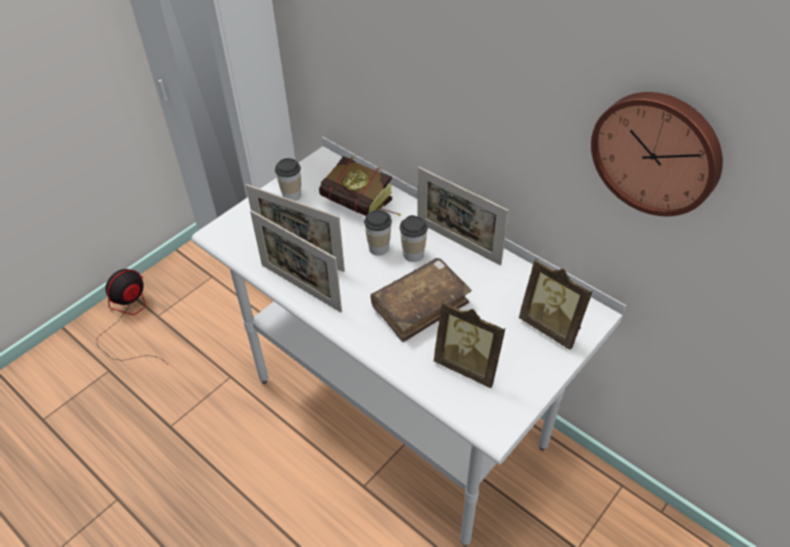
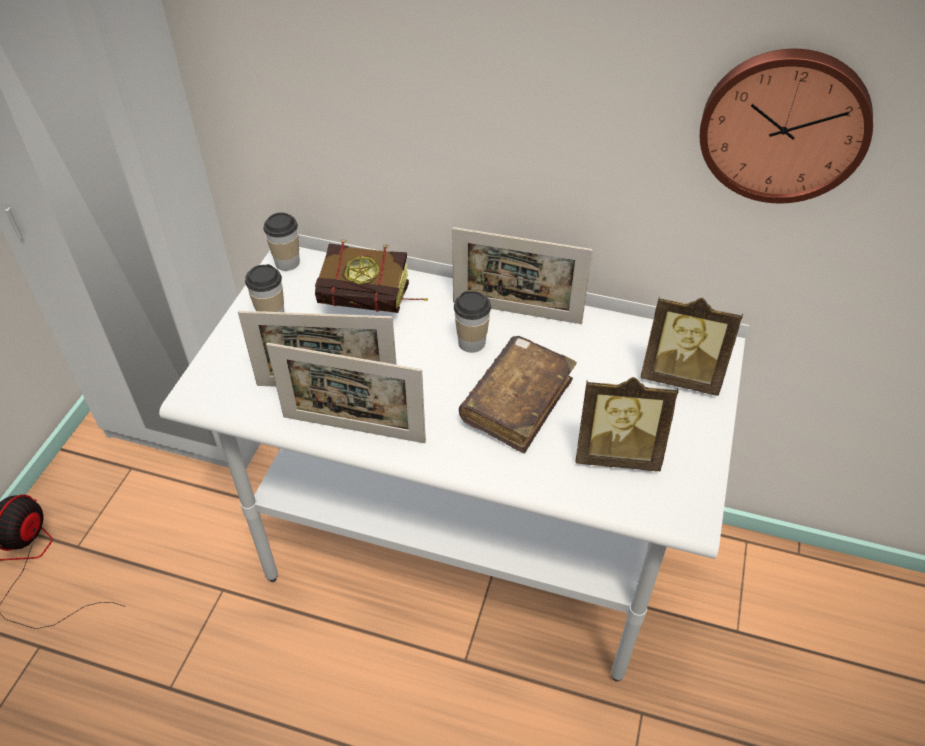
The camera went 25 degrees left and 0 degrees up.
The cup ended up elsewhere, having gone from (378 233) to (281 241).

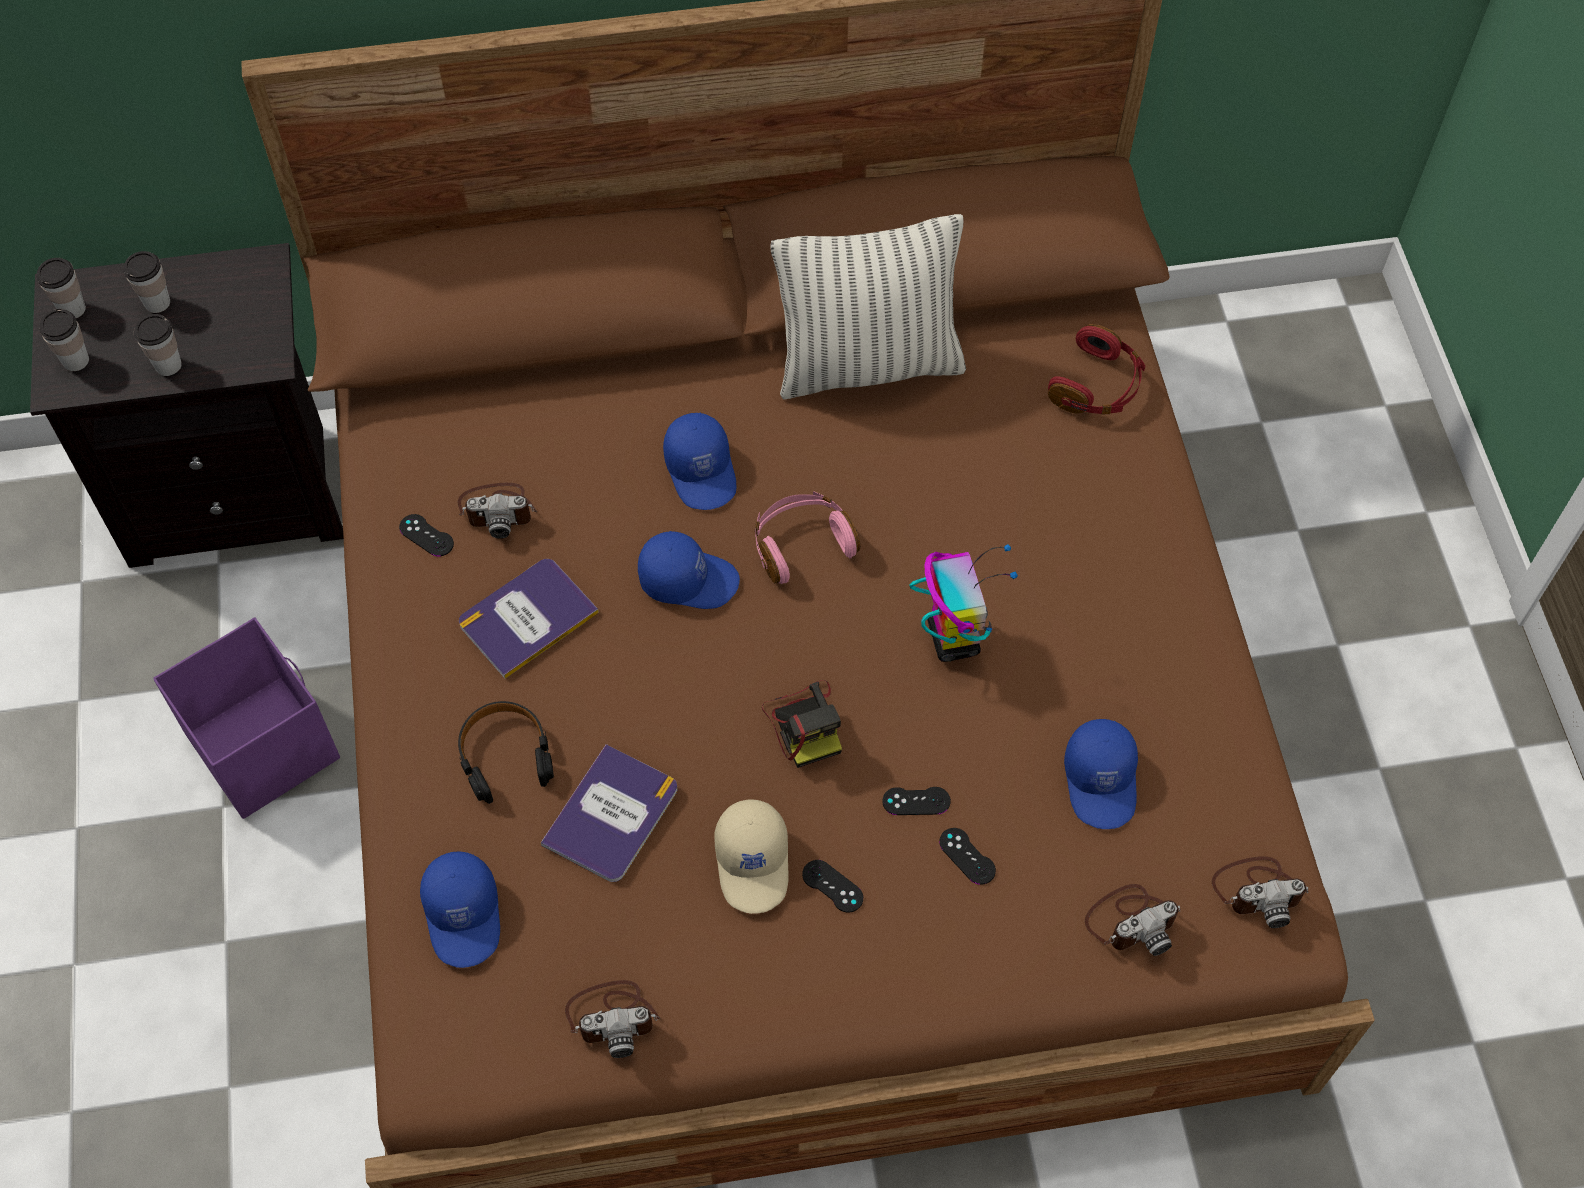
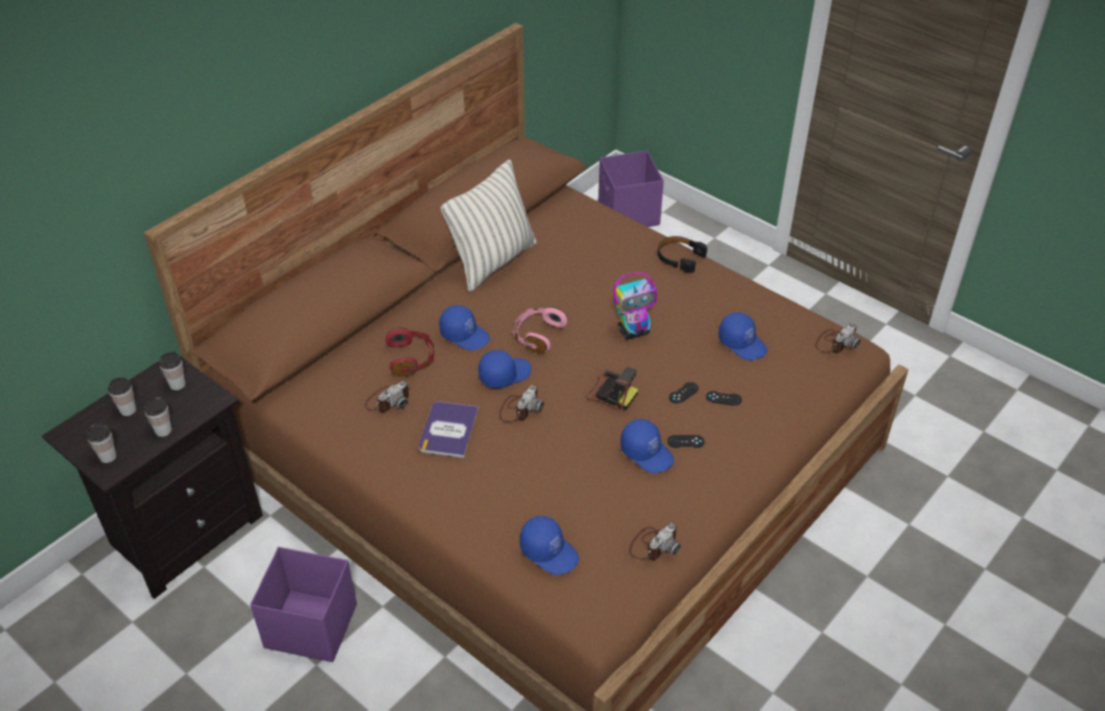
The camera went 40 degrees left and 15 degrees down.
The cup ended up elsewhere, having gone from (61 288) to (172 371).
The second view lost the game controller in black at (426 535).
The headphones in black ended up elsewhere, having gone from (506 752) to (682 254).
The second view lost the book at (609 813).
What was the cap in beige at (751 857) turned into the cap in blue at (647 446).
The toy robot at (963 603) ended up facing another way, 120 degrees clockwise from before.
The headphones in red ended up elsewhere, having gone from (1096 369) to (409 352).
The photo camera ended up elsewhere, having gone from (1133 920) to (521 403).
The second view gained the storage box in purple at (631 189).

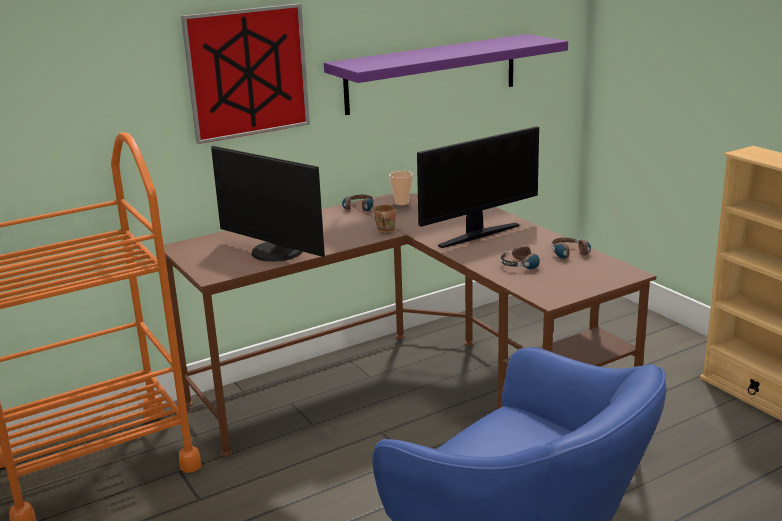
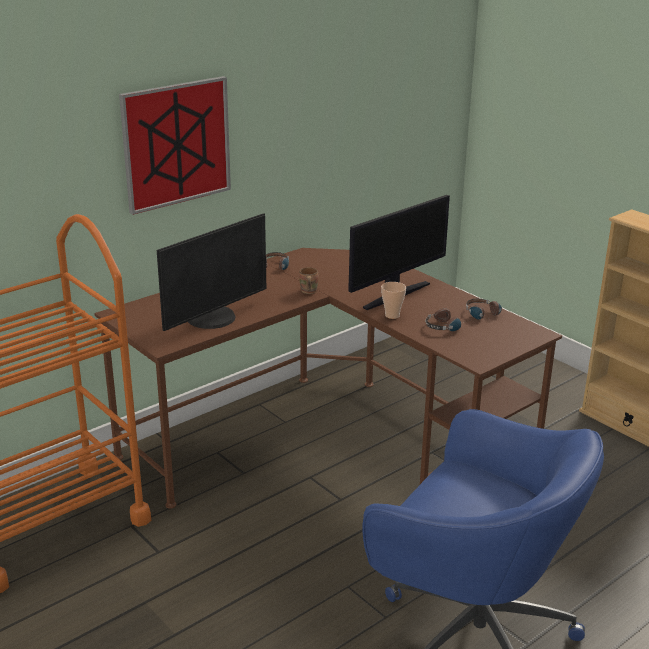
The camera went 10 degrees left and 5 degrees up.
The monitor at (268 204) ended up facing another way, 75 degrees counterclockwise from before.
The second view lost the shelf in purple at (446 74).
The cup ended up elsewhere, having gone from (401 188) to (393 300).

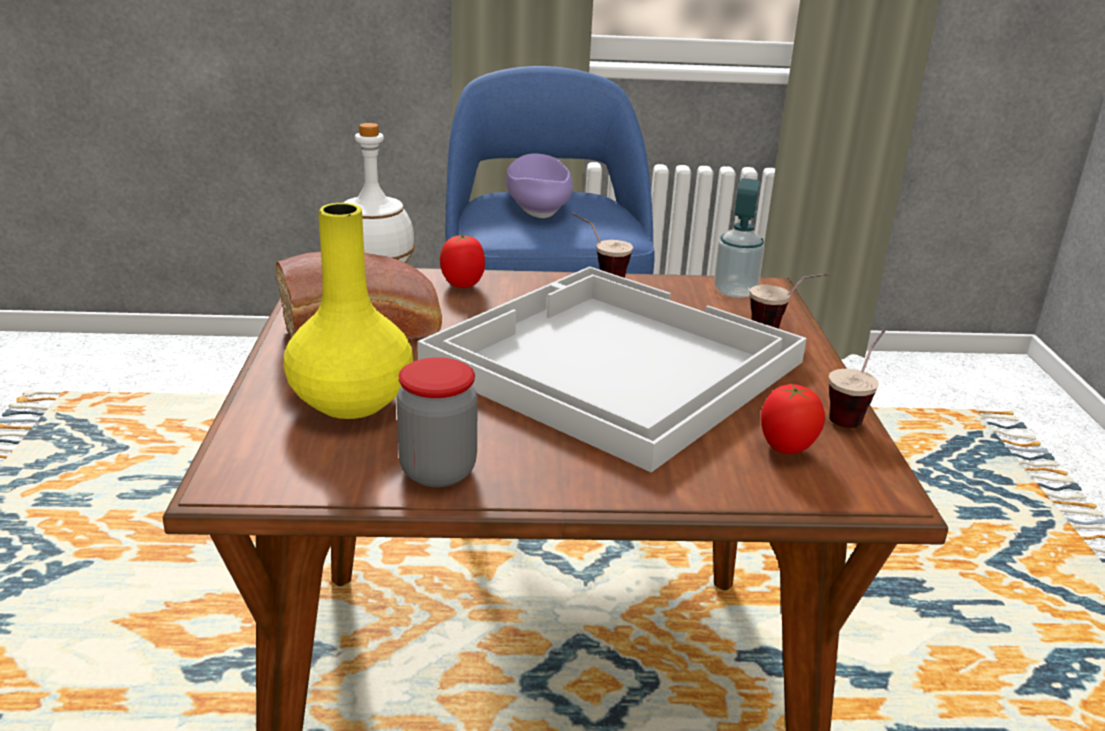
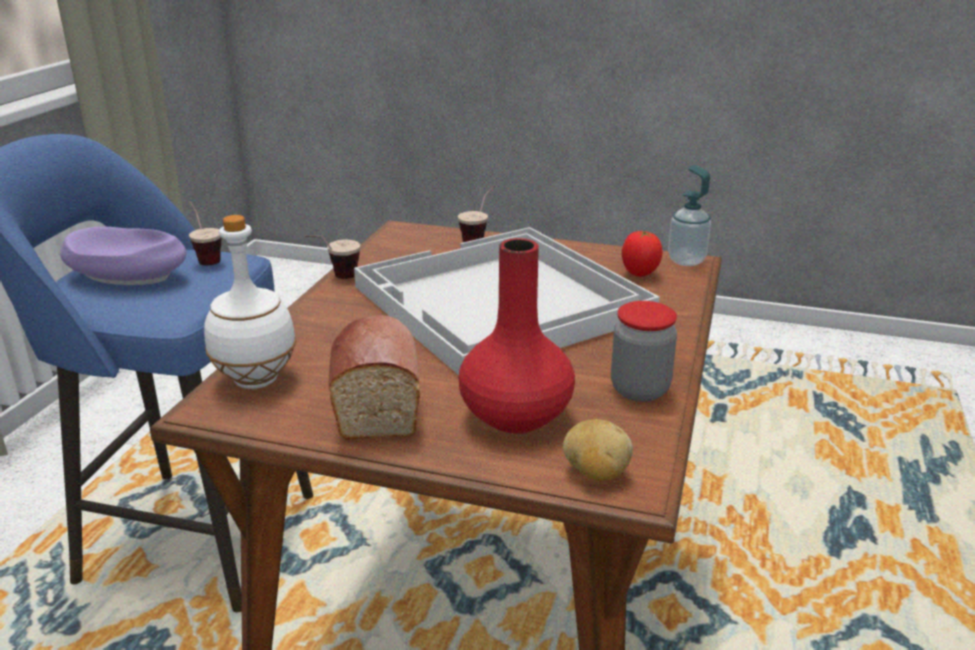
The camera went 70 degrees left and 0 degrees up.
What was the vase in yellow at (348 311) turned into the vase in red at (517 335).
The second view lost the tomato at (462 261).
The soap dispenser ended up elsewhere, having gone from (739 238) to (689 215).
The cup ended up elsewhere, having gone from (857 378) to (205 233).
The second view gained the potato at (598 450).

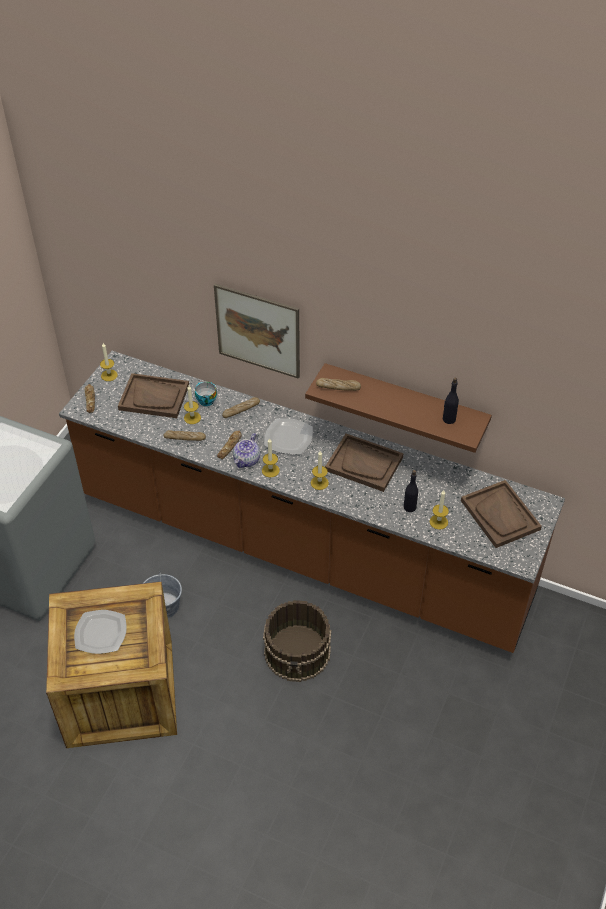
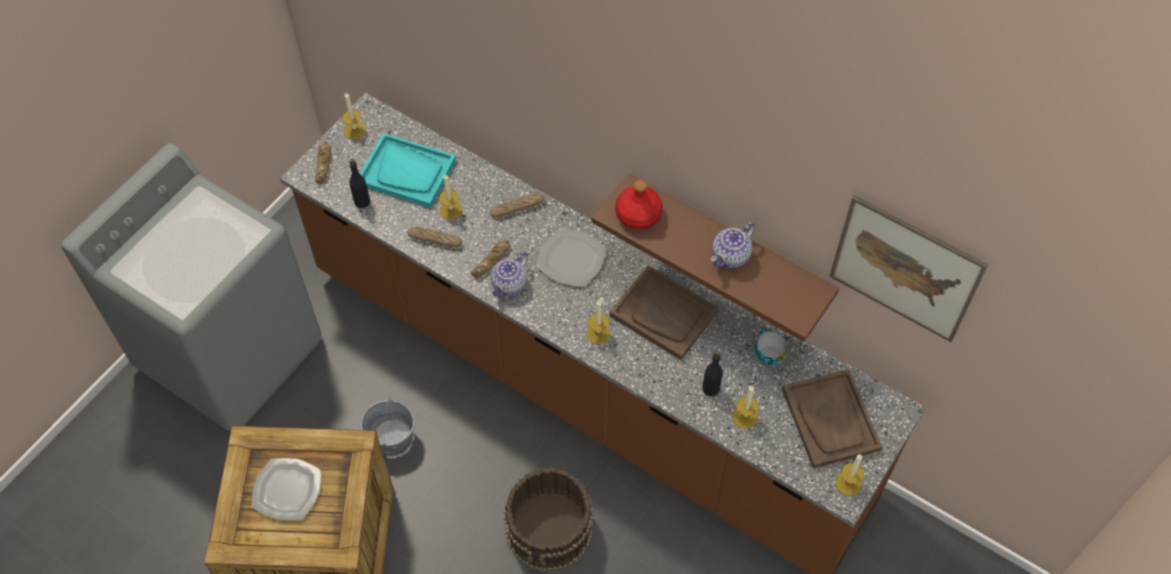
The camera went 10 degrees right and 10 degrees up.
What was the tray in brown at (153 395) turned into the tray in turquoise at (408 170).
The cup ended up elsewhere, having gone from (206 394) to (771 348).
The picture ended up elsewhere, having gone from (257 331) to (908 268).
The candle ended up elsewhere, having gone from (271 457) to (849 475).
Where the bread stood at (338 384), the bottle in red came to stand at (639 205).
The bottle in black ended up elsewhere, having gone from (451 401) to (360 183).
The second view gained the teapot at (733 245).

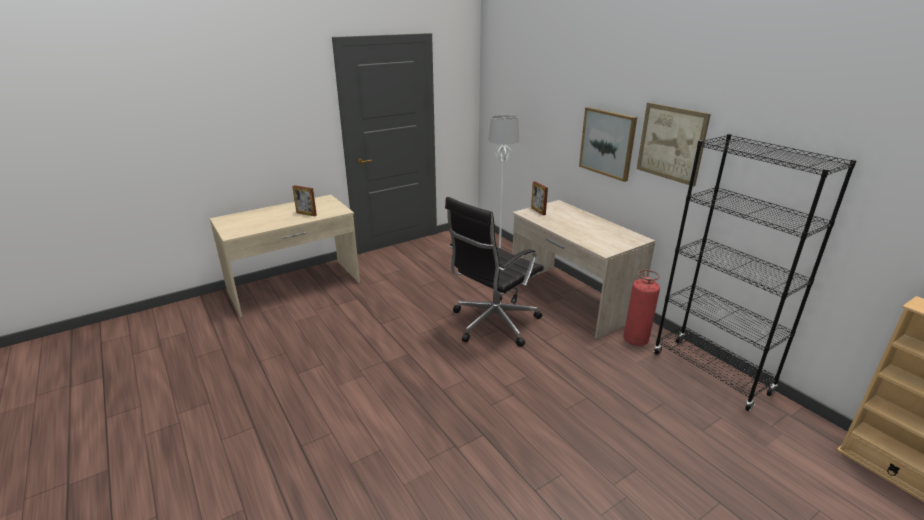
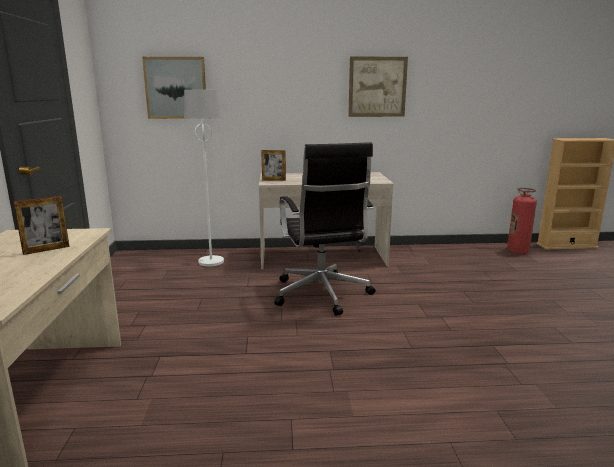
The camera went 60 degrees left and 10 degrees down.
The picture ended up elsewhere, having gone from (608 144) to (174 88).
The fire extinguisher ended up elsewhere, having gone from (642 308) to (522 221).
The second view lost the bookcase in black at (755 272).

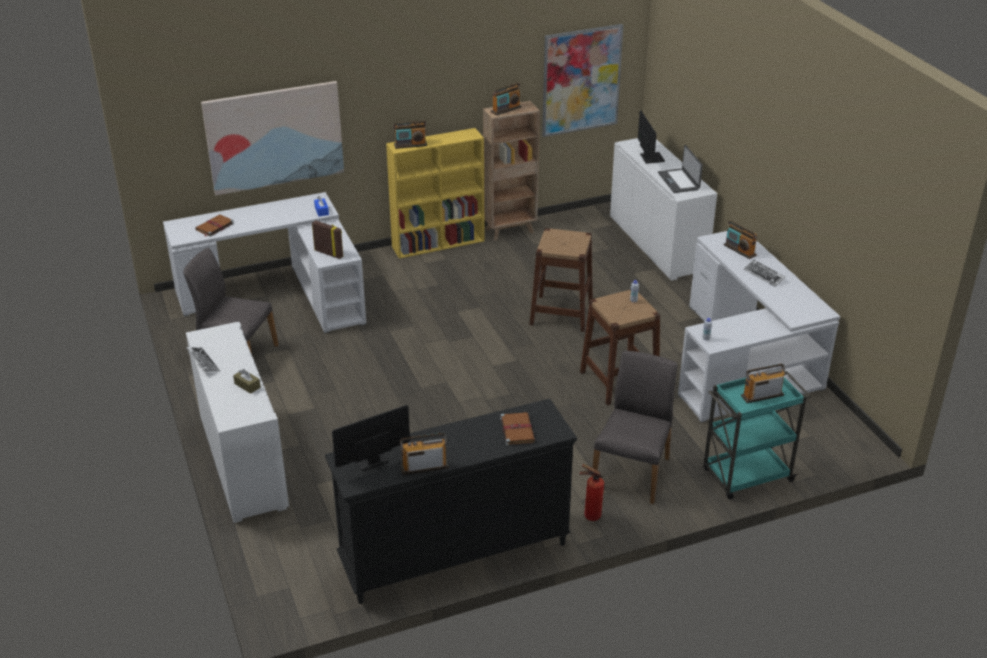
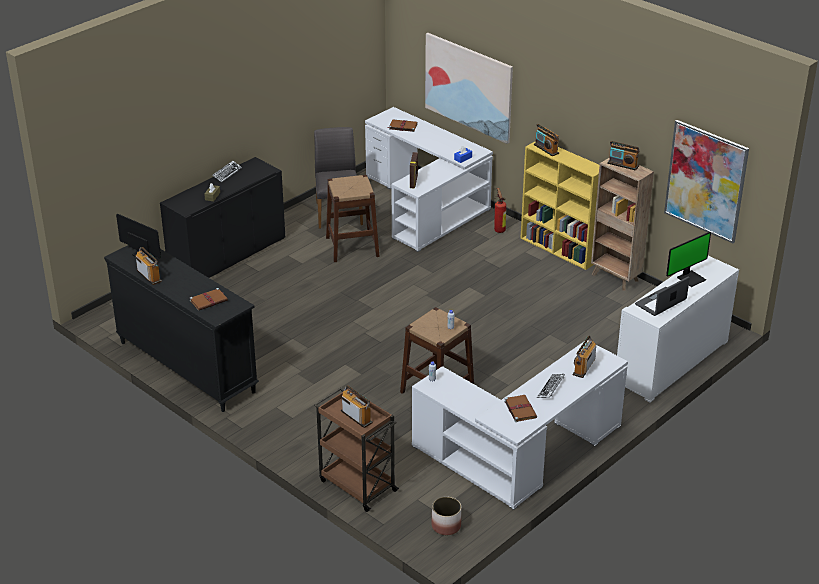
The camera went 65 degrees right and 0 degrees up.
What was the cabinet in white at (237 422) turned into the cabinet in black at (222 217).
The stool in brown ended up elsewhere, having gone from (561 280) to (353 218).
The fire extinguisher ended up elsewhere, having gone from (592 492) to (500 210).
The second view lost the chair in grey at (635 427).
What was the cart in turquoise at (756 434) turned into the cart in brown at (356 450).
The second view gained the planter at (446 516).
The second view gained the book in brown at (520 408).

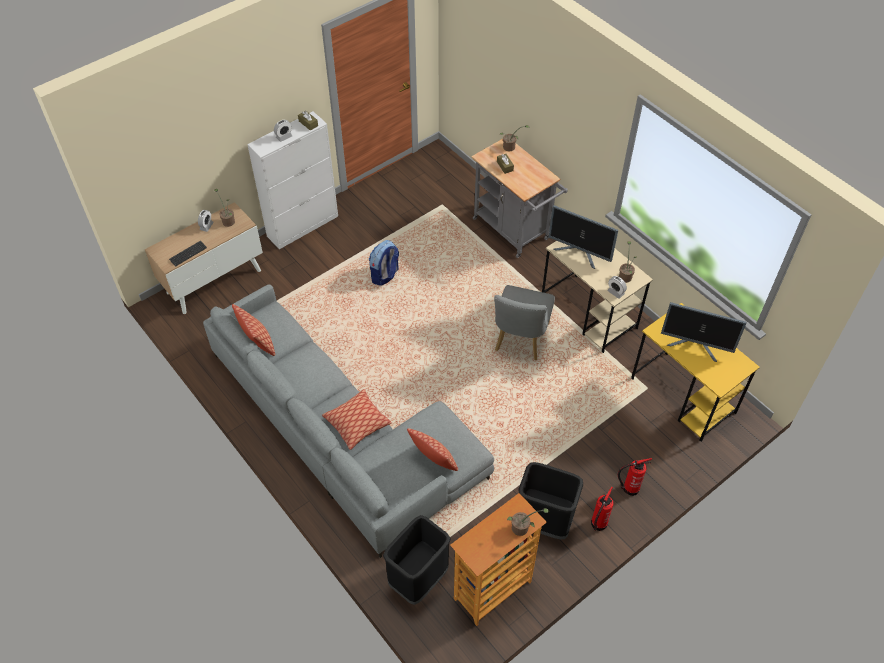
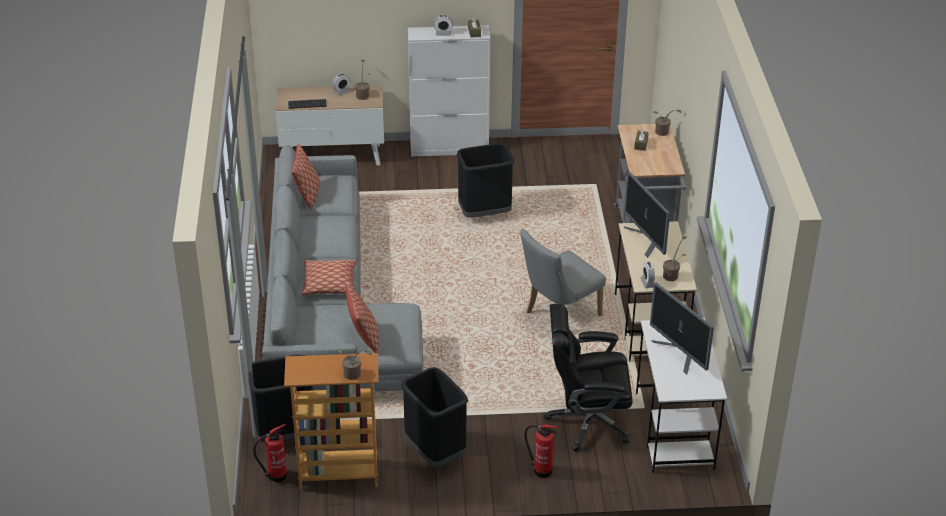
The camera went 35 degrees right and 15 degrees down.
Where the backpack stood at (384 263), the trash can in black came to stand at (485 180).
The fire extinguisher ended up elsewhere, having gone from (602 509) to (270 453).
What was the desk in yellow at (695 372) turned into the desk in white at (681 395).
The second view gained the office chair in black at (588 378).

